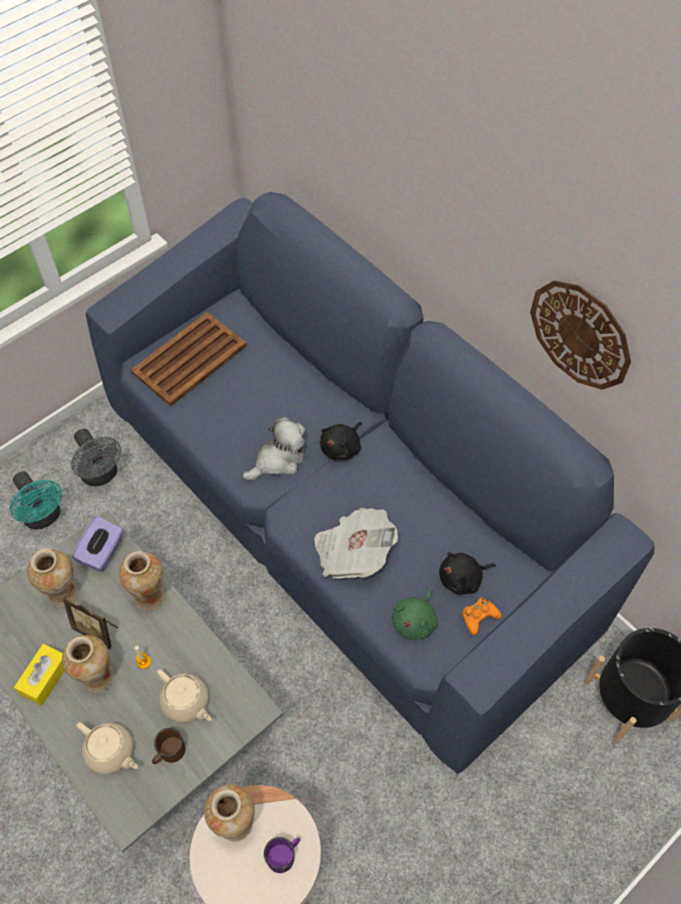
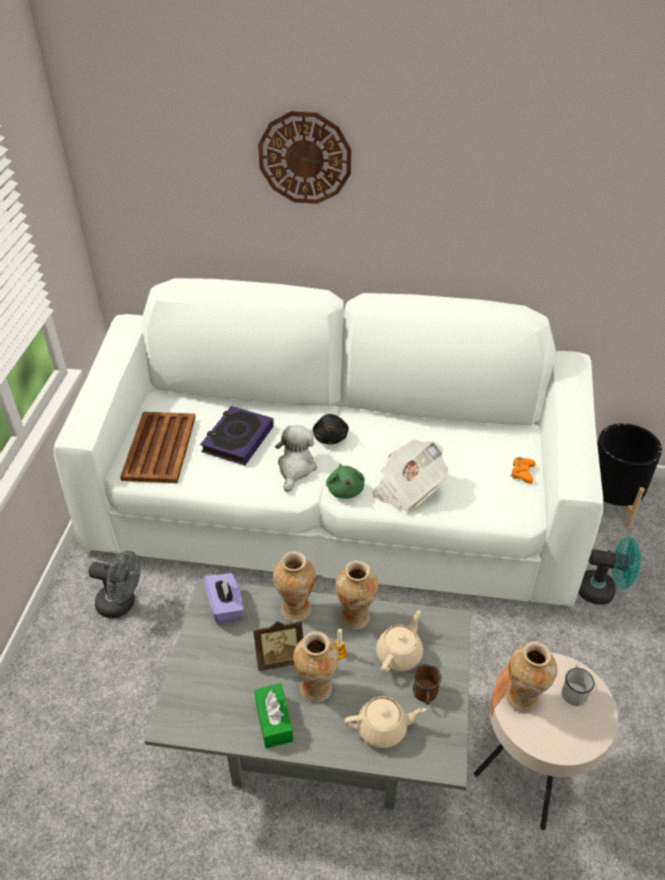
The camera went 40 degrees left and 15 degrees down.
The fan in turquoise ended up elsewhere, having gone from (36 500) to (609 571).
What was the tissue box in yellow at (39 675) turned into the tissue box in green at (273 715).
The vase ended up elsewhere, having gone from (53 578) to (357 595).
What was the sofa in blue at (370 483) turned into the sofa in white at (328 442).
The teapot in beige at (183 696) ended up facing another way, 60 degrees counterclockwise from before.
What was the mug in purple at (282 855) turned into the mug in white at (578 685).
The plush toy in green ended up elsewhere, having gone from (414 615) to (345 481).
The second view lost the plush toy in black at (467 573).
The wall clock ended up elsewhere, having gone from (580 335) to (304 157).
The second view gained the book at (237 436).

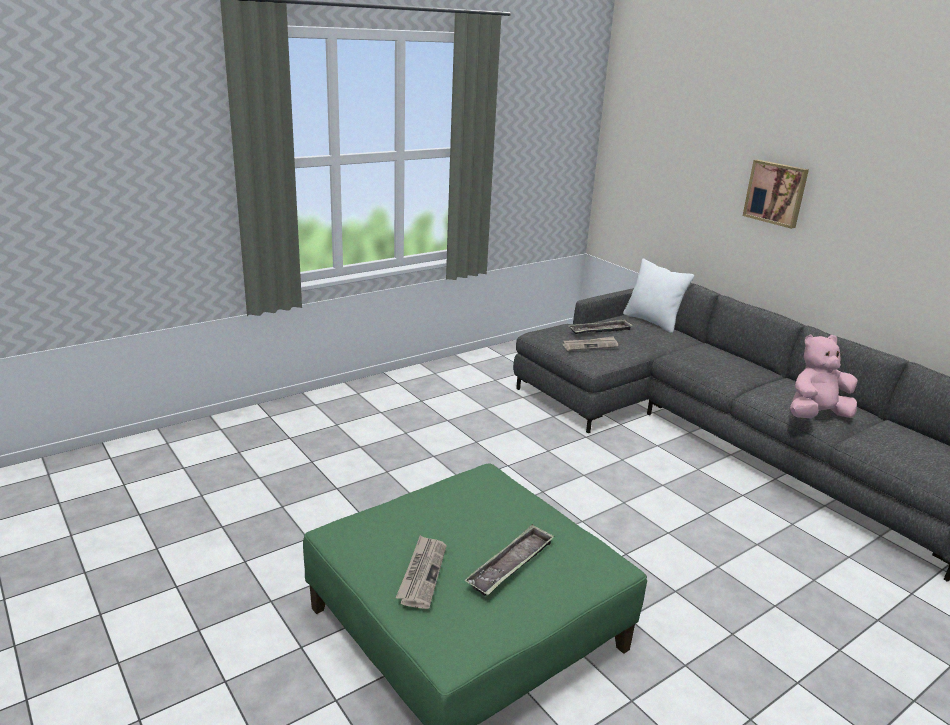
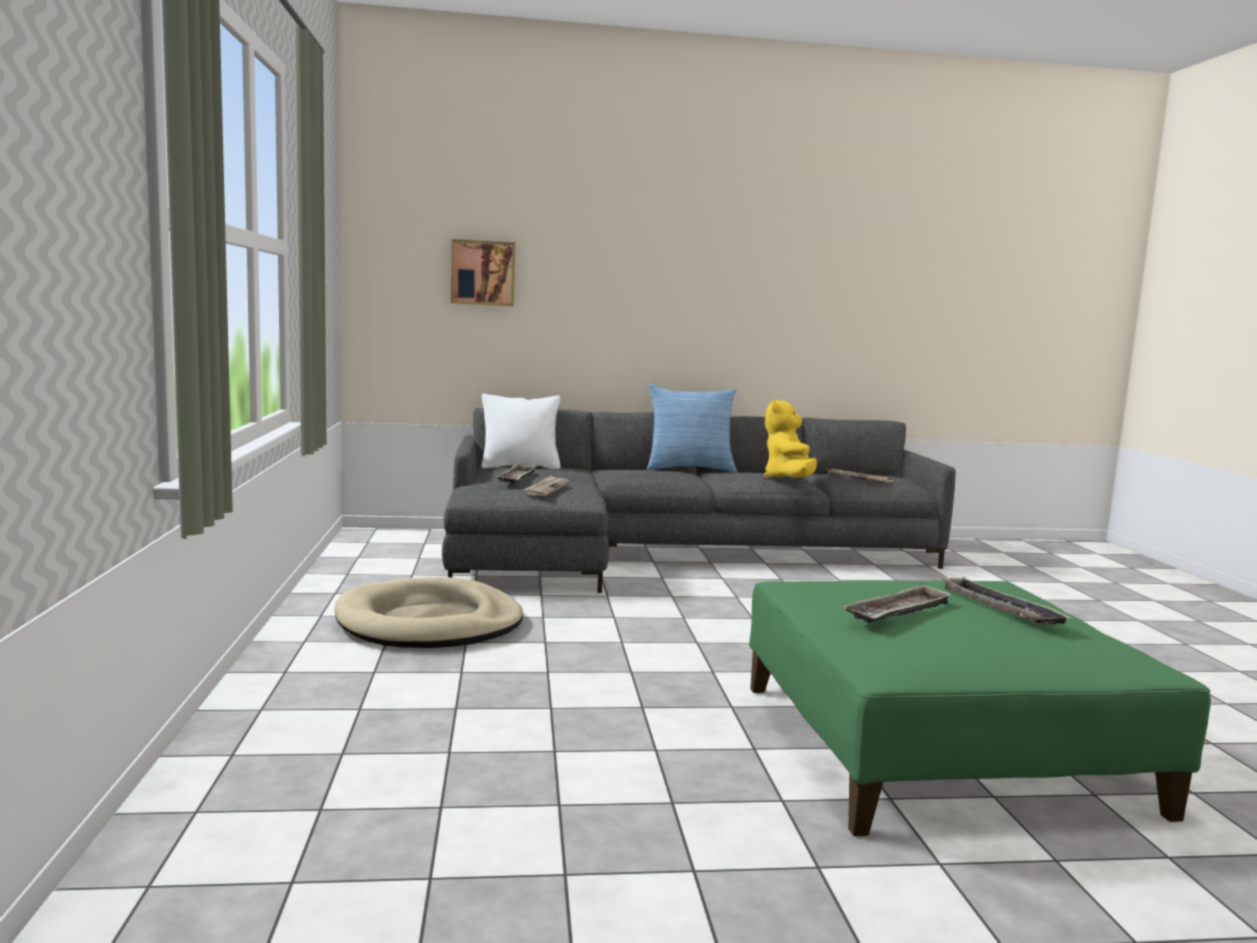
The camera went 60 degrees left and 15 degrees down.
The newspaper ended up elsewhere, having gone from (421 572) to (860 476).
The picture ended up elsewhere, having gone from (776 194) to (483 272).
What was the plush toy in pink at (824 376) turned into the plush toy in yellow at (790 439).
The second view gained the dog bed in beige at (428 612).
The second view gained the pillow at (692 428).
The second view gained the tray at (898 603).

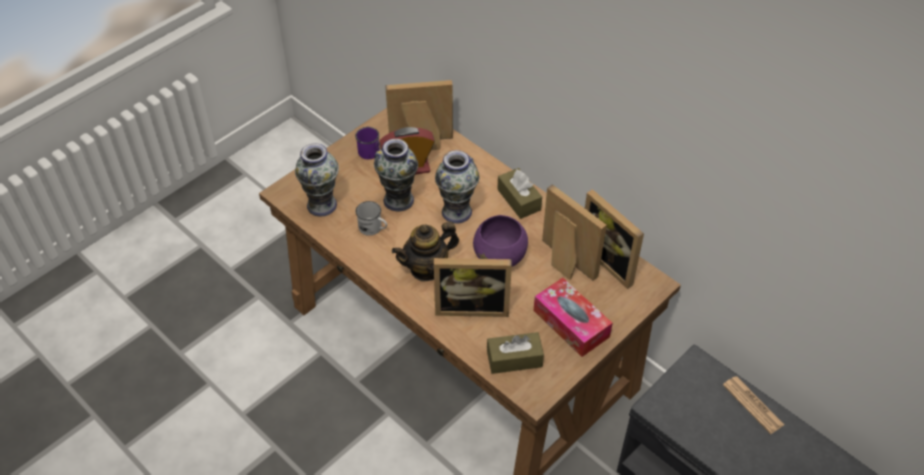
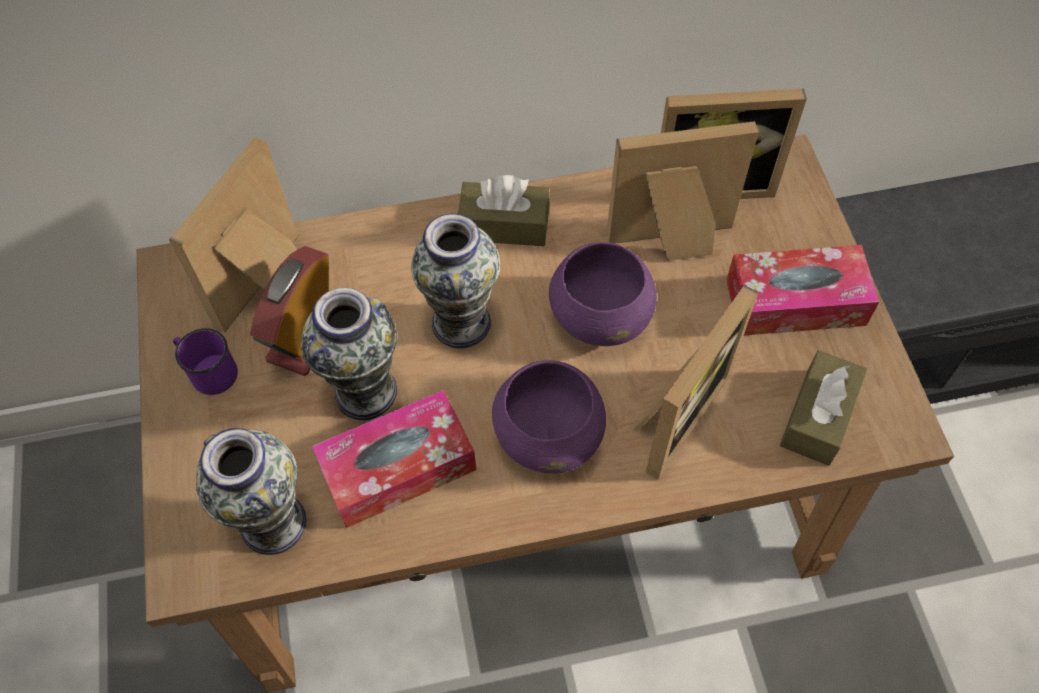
The camera went 55 degrees left and 10 degrees up.
Where the mug in white stood at (371 218), the tissue box came to stand at (394 459).
Where the teapot stood at (425 252), the bowl in purple came to stand at (549 417).
The second view lost the newspaper at (754 405).

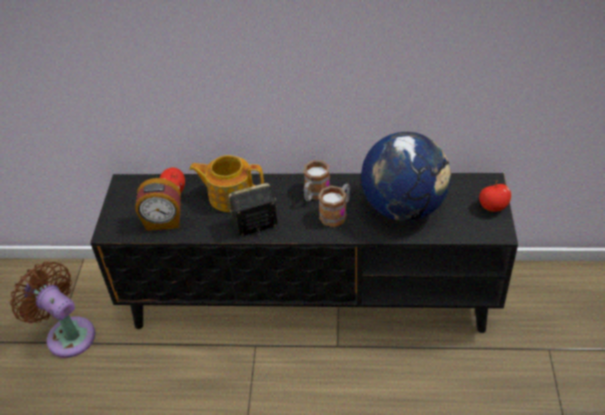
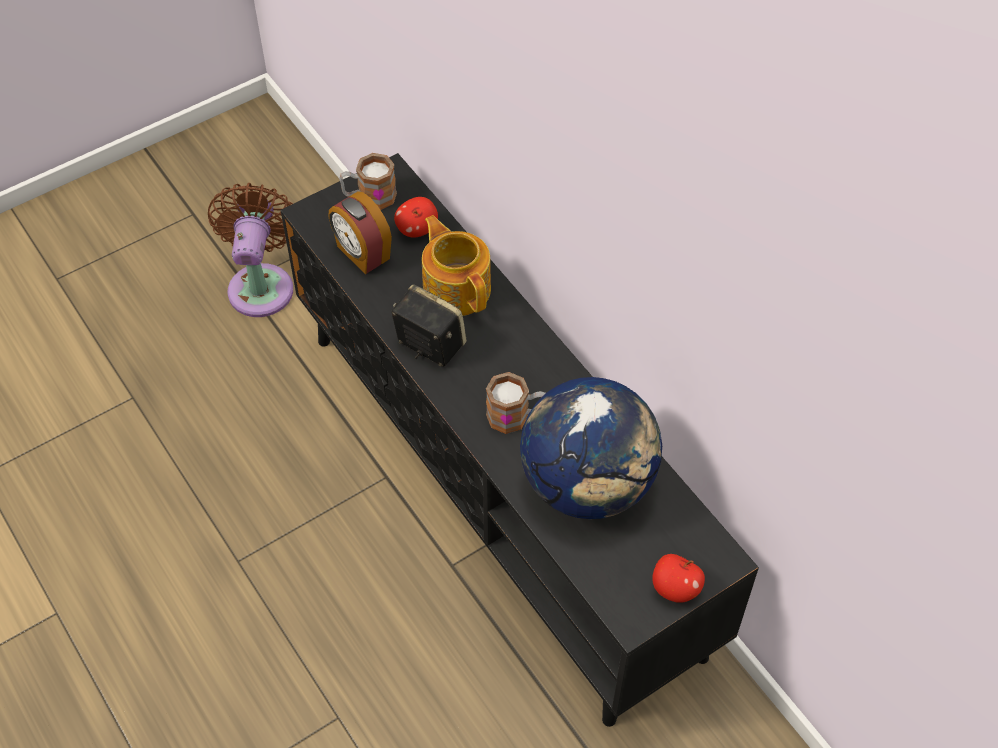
The camera went 50 degrees right and 10 degrees up.
The mug ended up elsewhere, having gone from (317 181) to (368 181).

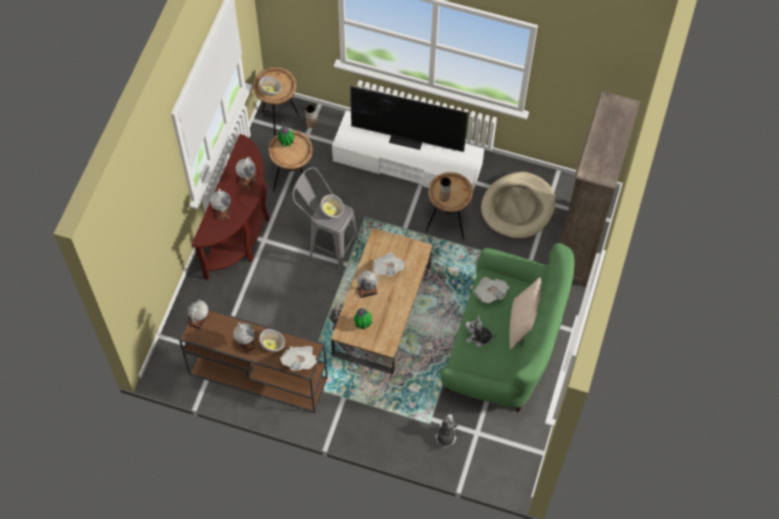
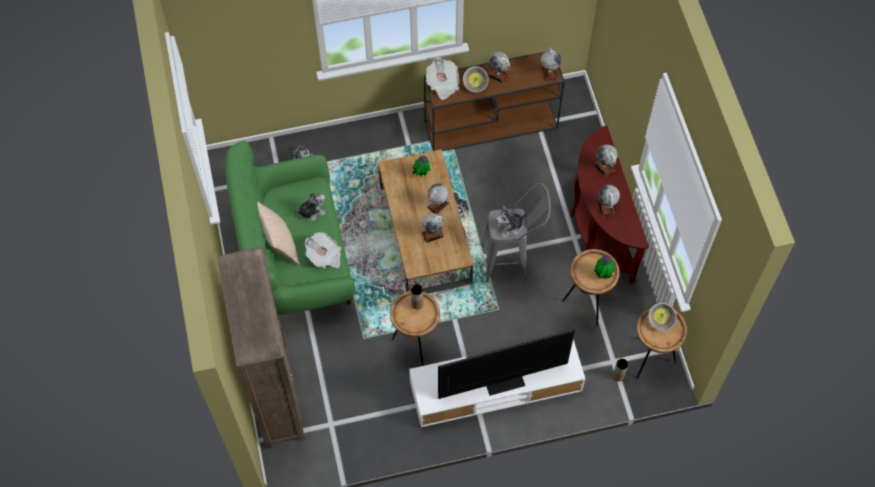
The camera went 150 degrees right and 0 degrees up.
Where the bowl stood at (332 206), the plush toy came to stand at (511 221).
Where the newspaper stood at (389 264), the globe came to stand at (433 228).
The second view lost the dog bed in beige at (518 205).

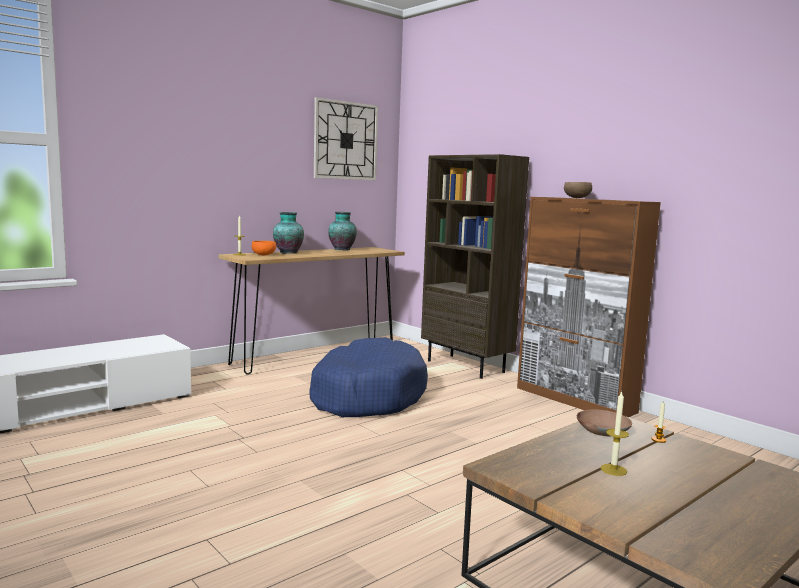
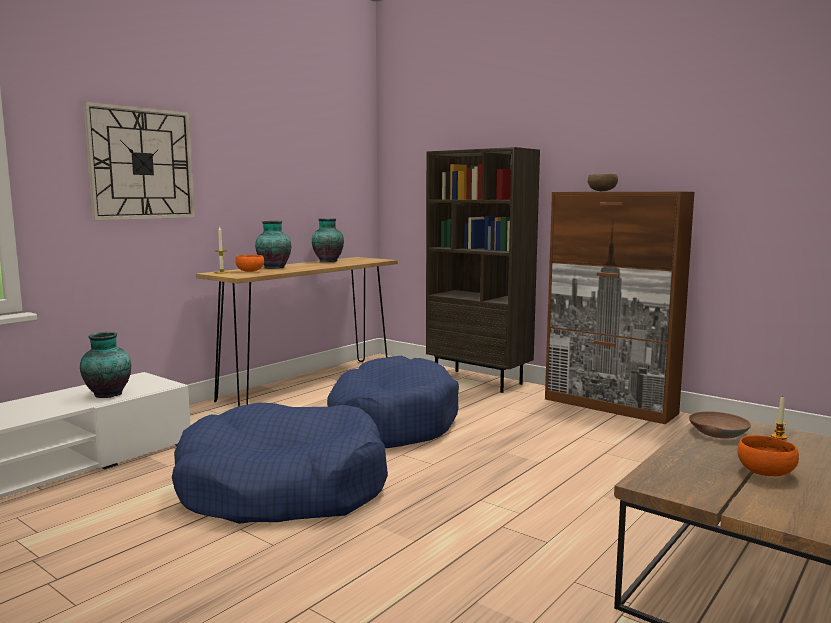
The camera went 10 degrees left and 0 degrees up.
The wall clock ended up elsewhere, having gone from (346 138) to (139 161).
Where the candle stood at (614 433), the bowl in orange came to stand at (768 455).
The second view gained the vase at (105 365).
The second view gained the dog bed in blue at (280 463).

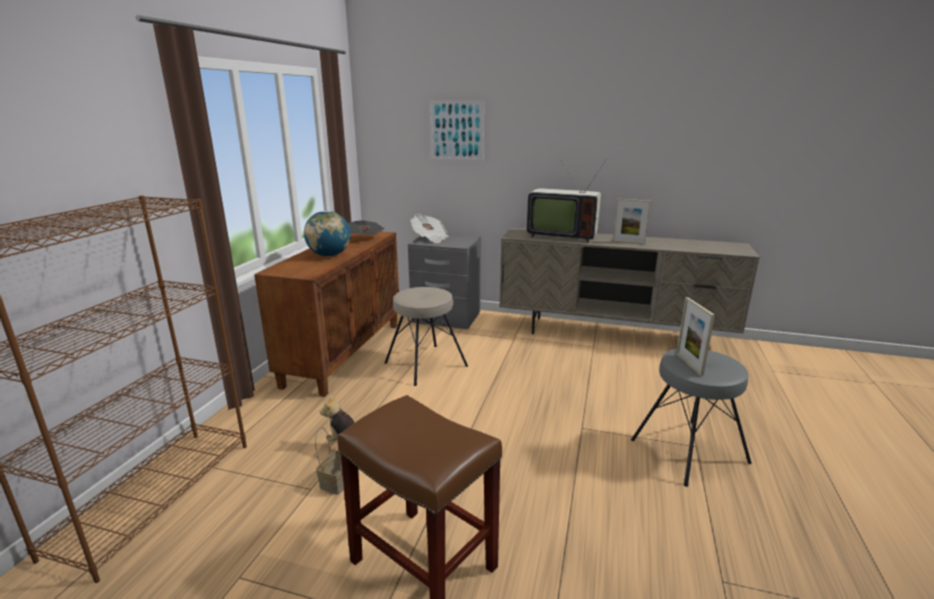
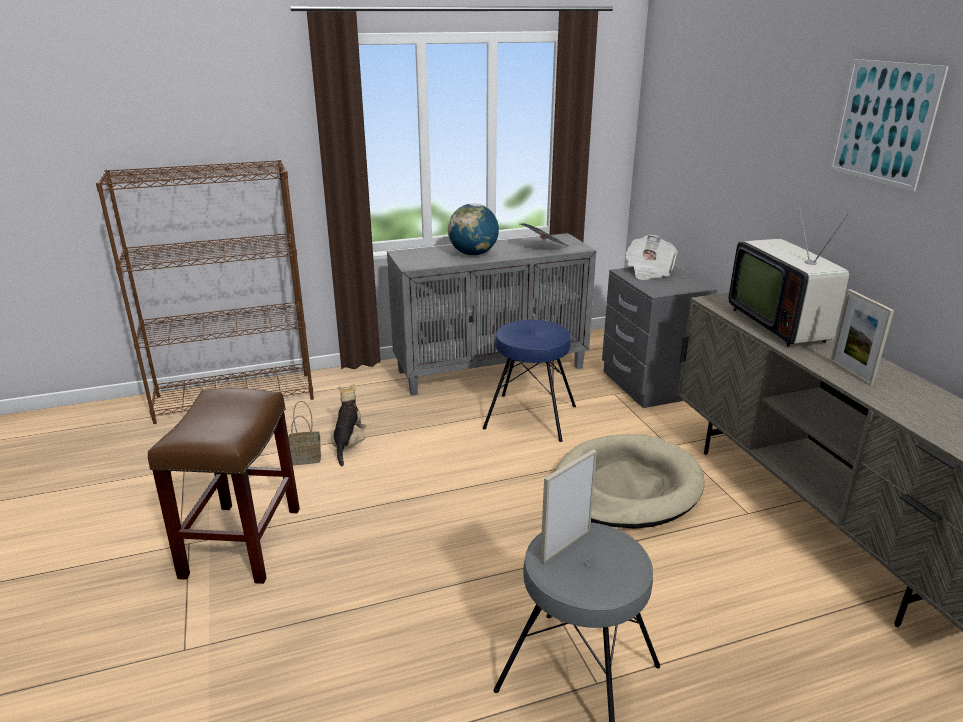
The camera went 55 degrees right and 5 degrees up.
What was the cabinet in brown at (326 314) turned into the cabinet in grey at (491 314).
What was the stool in beige at (426 336) turned into the stool in blue at (529 381).
The picture ended up elsewhere, having gone from (456 131) to (889 125).
The second view gained the dog bed in beige at (630 481).

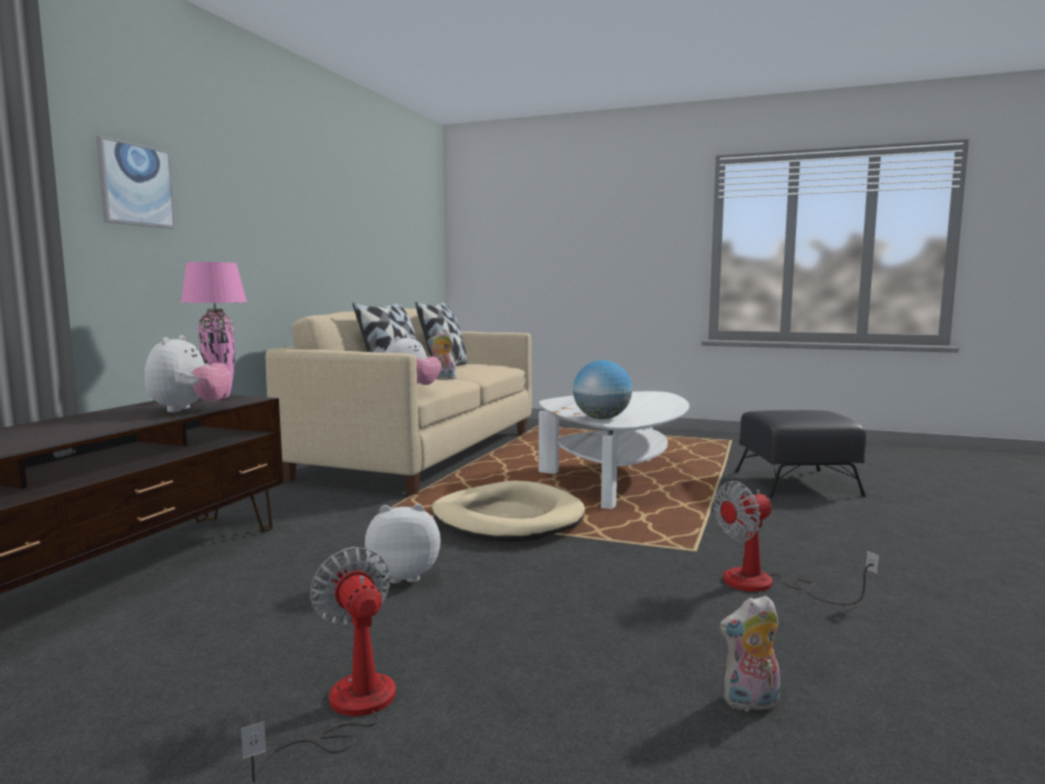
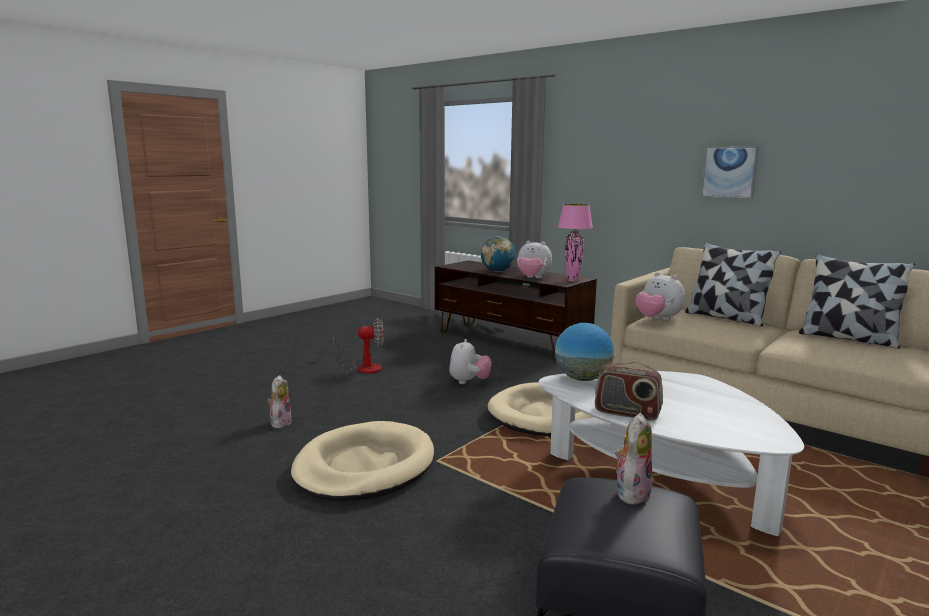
The camera went 110 degrees right and 5 degrees up.
The picture ended up elsewhere, having gone from (135 182) to (730 173).
The plush toy ended up elsewhere, having gone from (442 355) to (633 459).
Where the fan stood at (796 543), the dog bed in beige came to stand at (362 461).
The second view gained the globe at (498 254).
The second view gained the radio at (629 391).

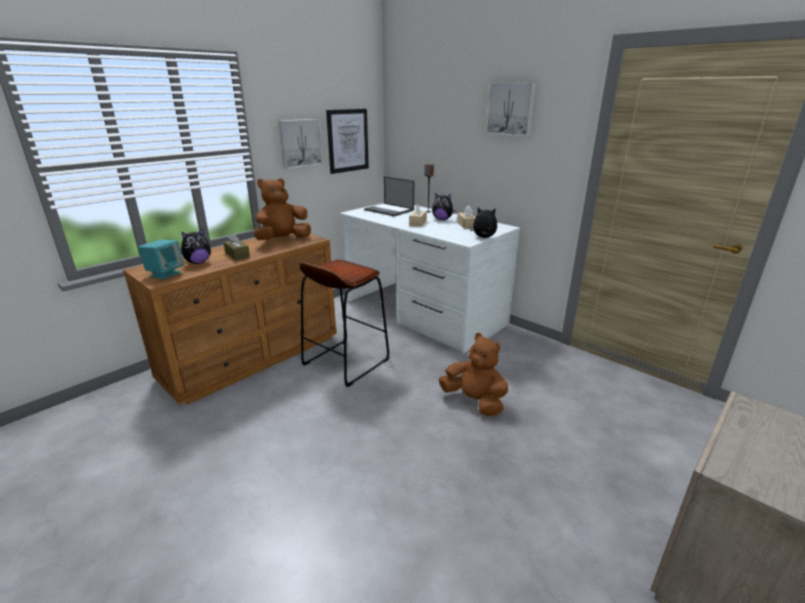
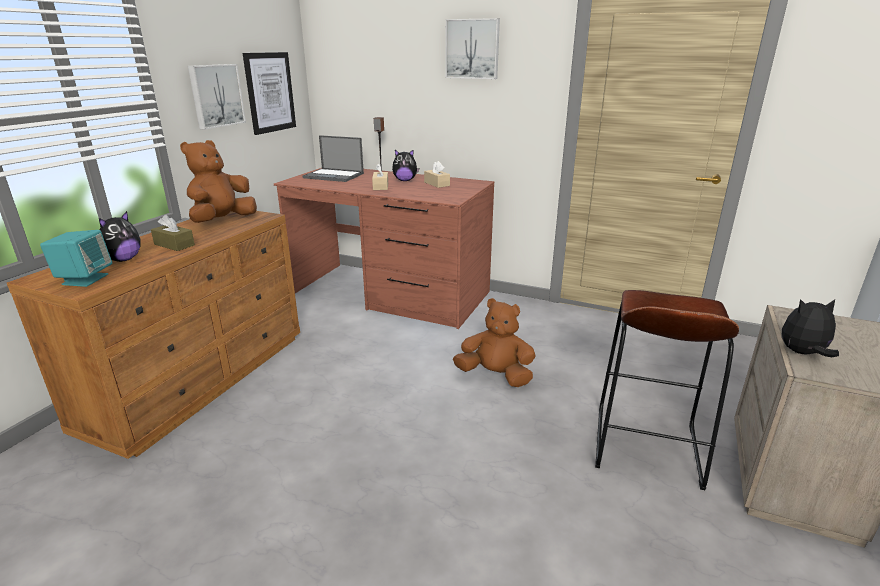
The camera went 20 degrees left and 0 degrees up.
The stool in brown ended up elsewhere, having gone from (344 323) to (667 390).
What was the desk in white at (430 278) turned into the desk in brown at (384 248).
The plush toy ended up elsewhere, having gone from (483 222) to (810 328).

